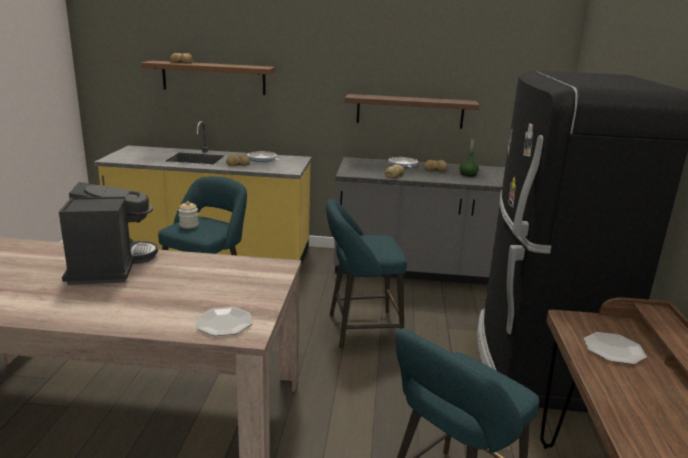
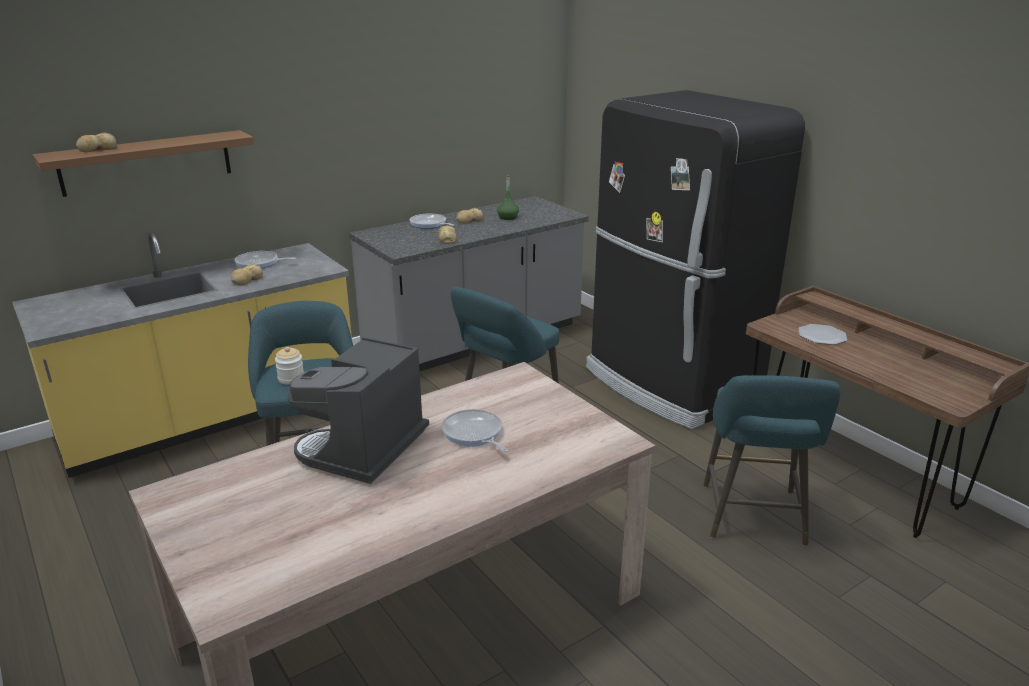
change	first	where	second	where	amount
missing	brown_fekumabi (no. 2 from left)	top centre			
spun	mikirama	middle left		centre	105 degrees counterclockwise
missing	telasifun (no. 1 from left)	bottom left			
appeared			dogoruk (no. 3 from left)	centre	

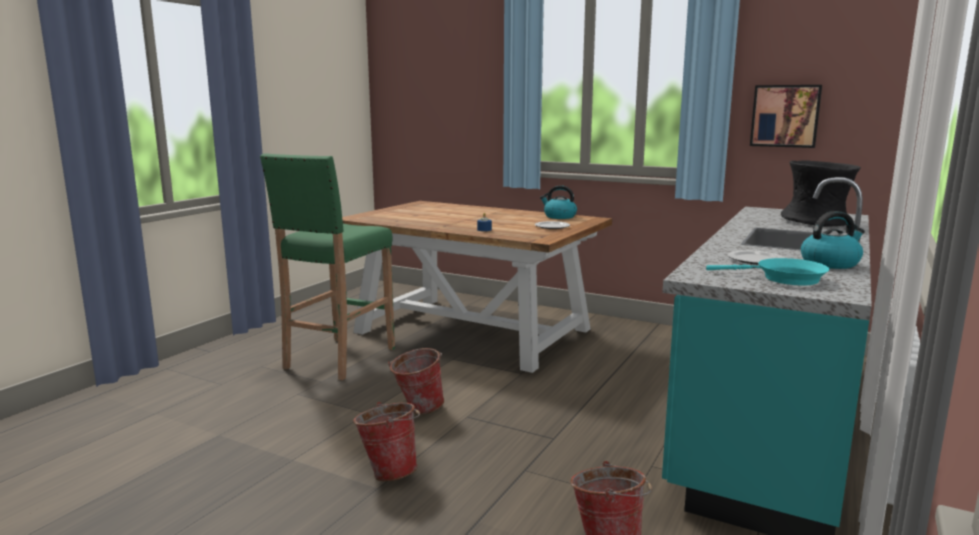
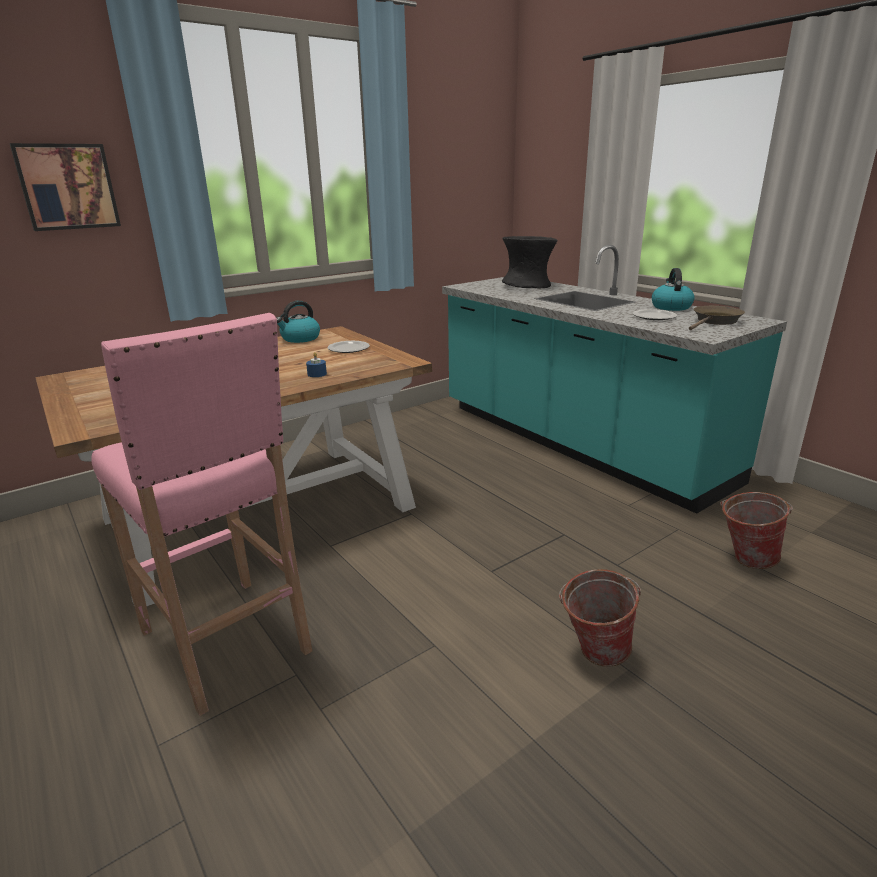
change	first	where	second	where	amount
relocated	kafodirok	top right		top left	
colour	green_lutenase	centre	pink_lutenase	middle left	
colour	turquoise_dogoruk	middle right	brown_dogoruk	middle right	
missing	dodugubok (no. 2 from left)	bottom centre			

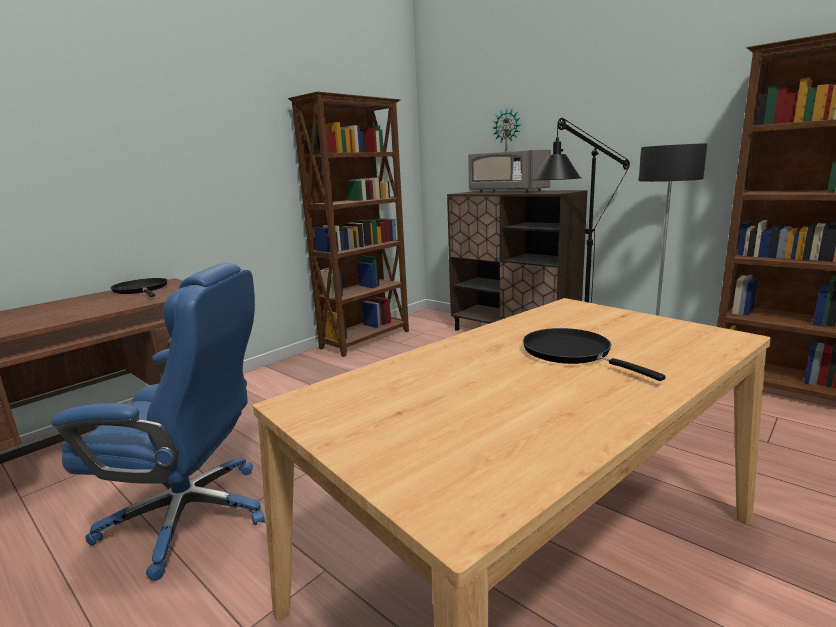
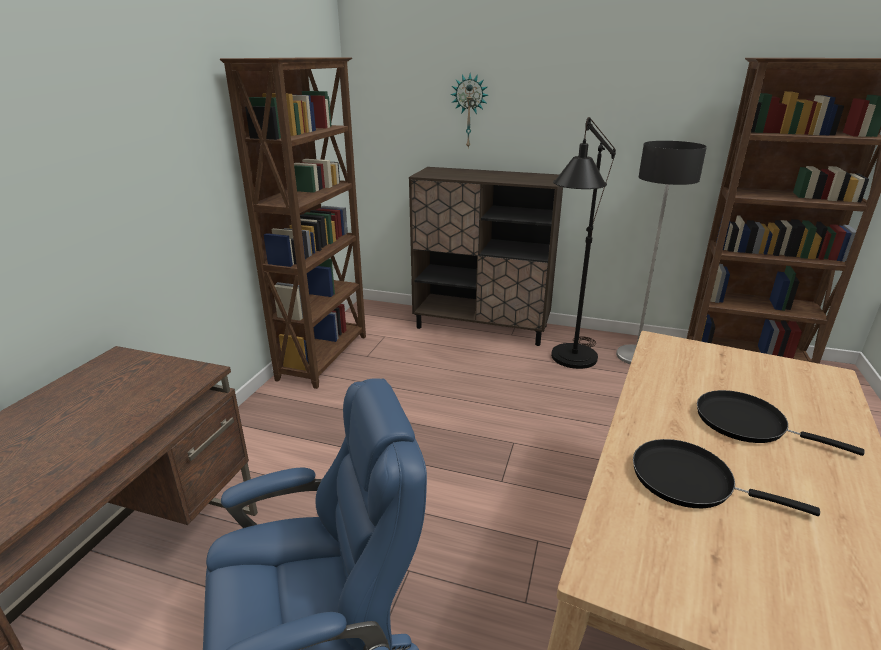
change	first	where	second	where	amount
missing	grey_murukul	top centre			
relocated	black_dogoruk (no. 1 from left)	middle left		bottom right	

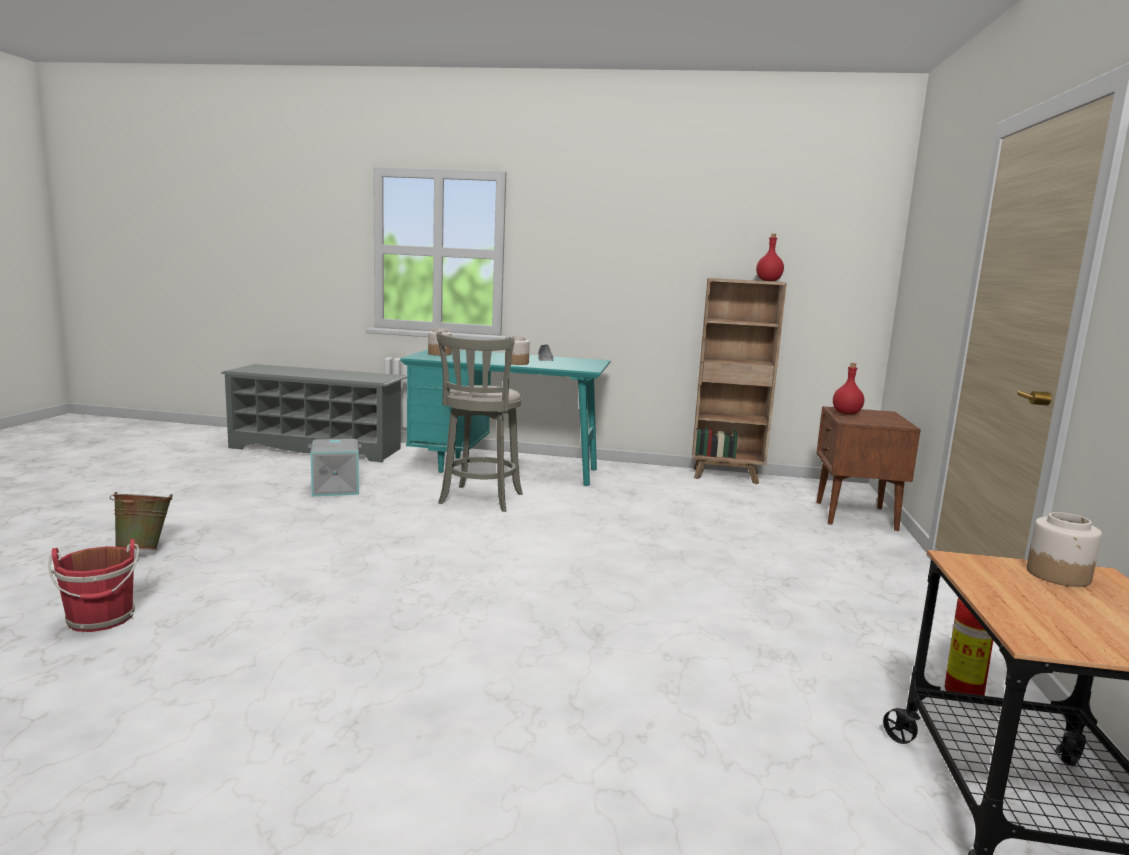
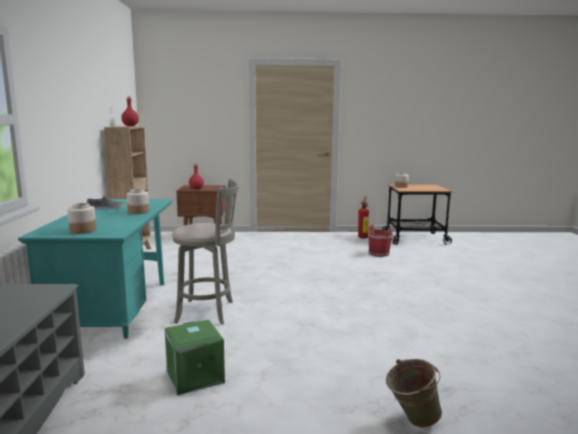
change	first	where	second	where	amount
colour	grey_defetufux	middle left	green_defetufux	bottom centre	
relocated	red_dodugubok	bottom left		centre	

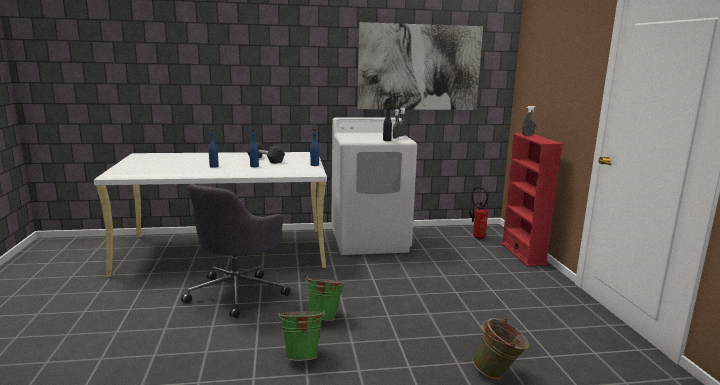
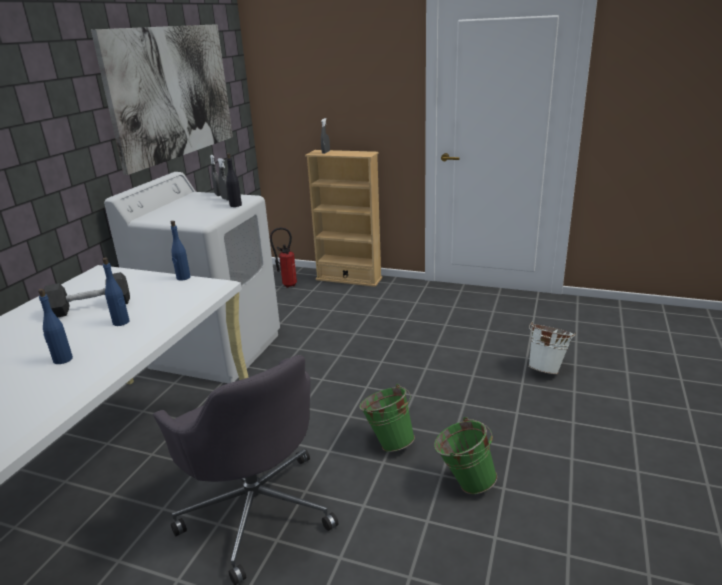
change	first	where	second	where	amount
colour	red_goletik	middle right	beige_goletik	centre	
colour	green_dodugubok (no. 3 from left)	bottom right	white_dodugubok	middle right	

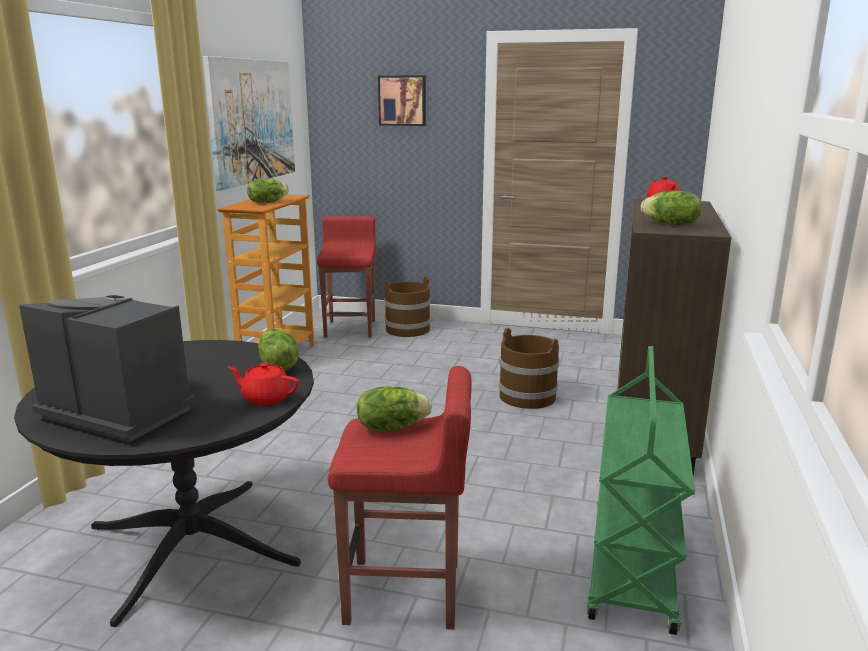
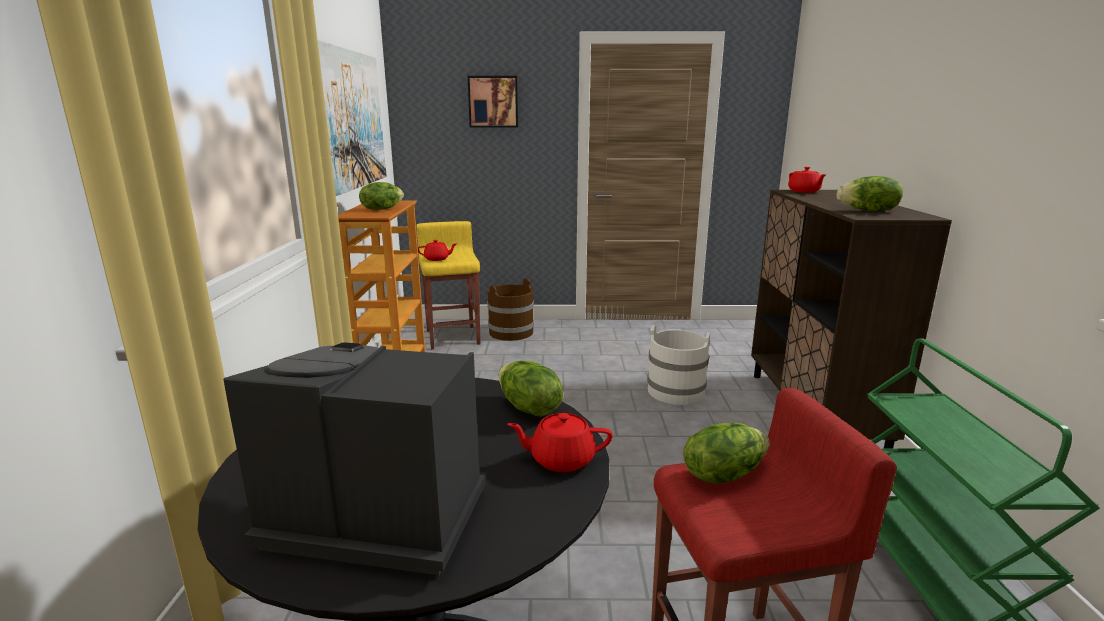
change	first	where	second	where	amount
colour	red_lutenase (no. 1 from left)	centre	yellow_lutenase	centre	
colour	brown_dodugubok (no. 2 from left)	centre	white_dodugubok	centre	
appeared			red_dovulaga (no. 1 from left)	centre	

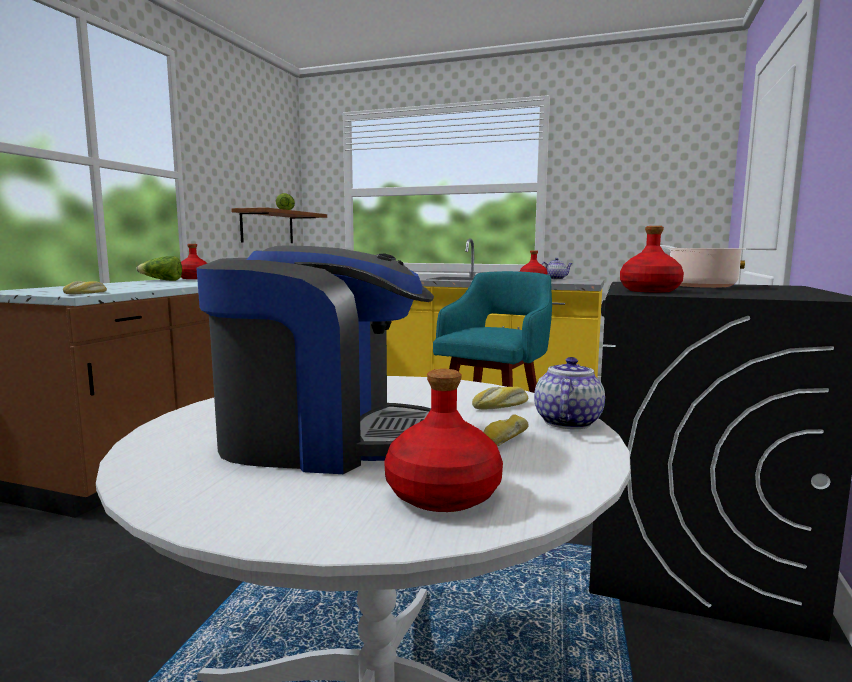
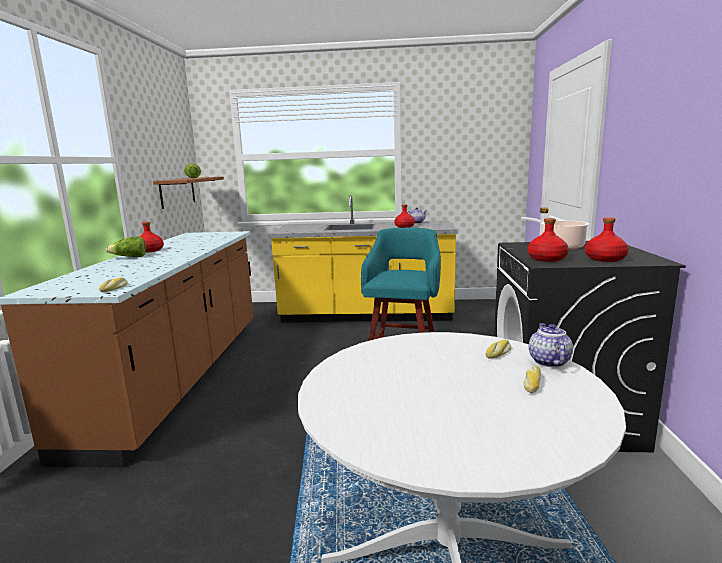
change	first	where	second	where	amount
missing	mikirama	centre			
relocated	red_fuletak (no. 2 from left in the first image)	centre	red_fuletak (no. 4 from left)	middle right	

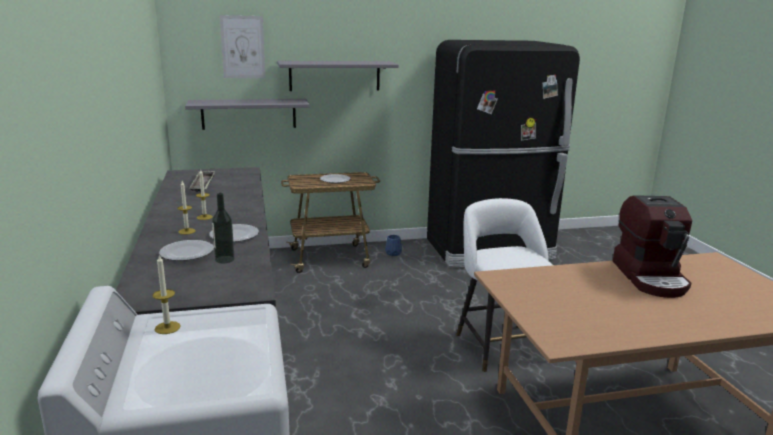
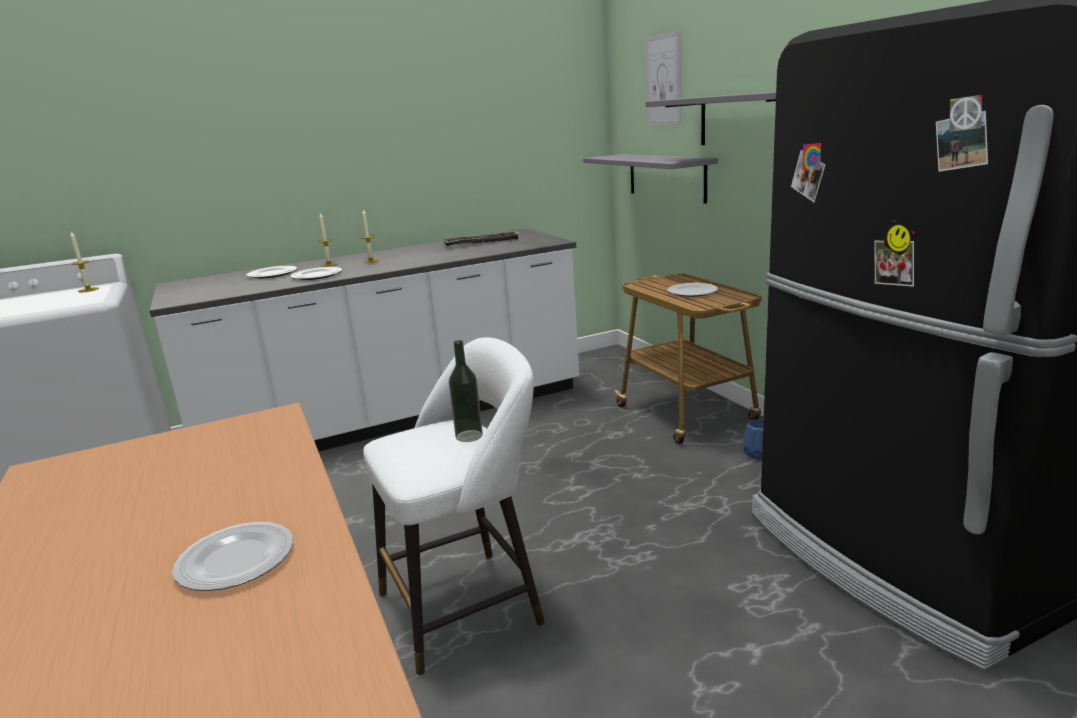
change	first	where	second	where	amount
relocated	fuletak	middle left		centre	
exchanged	mikirama	middle right	telasifun (no. 1 from left)	bottom left	

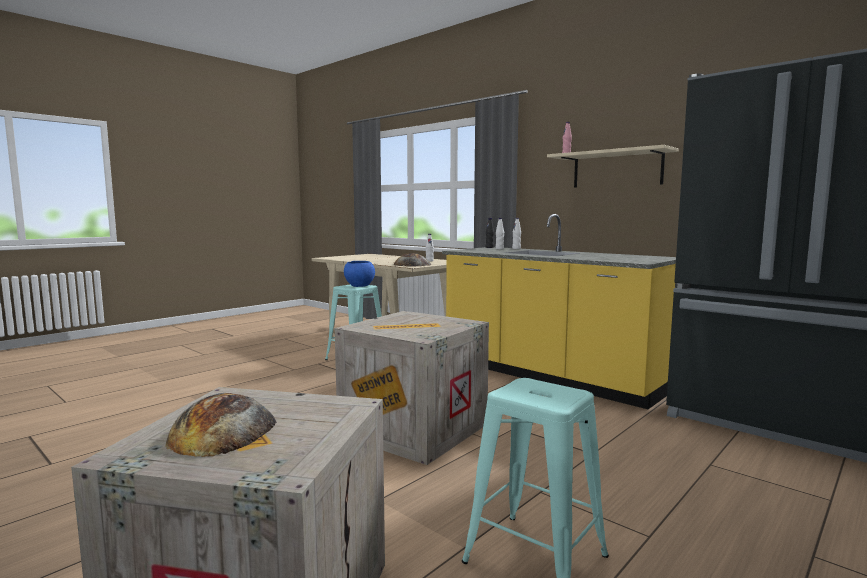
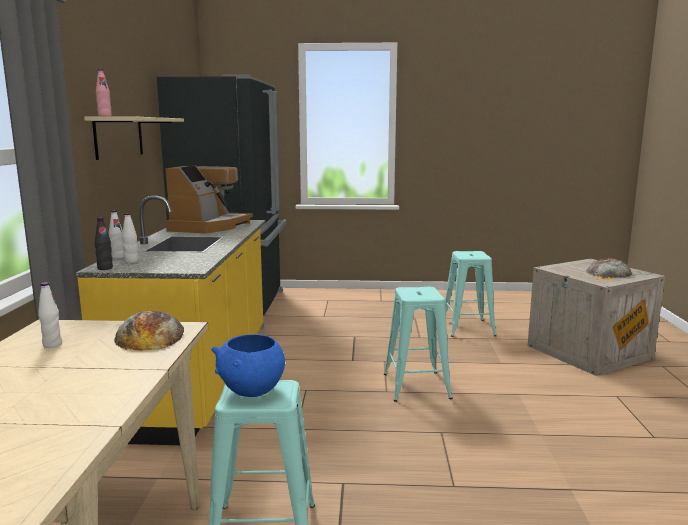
change	first	where	second	where	amount
exchanged	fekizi (no. 2 from left)	bottom centre	turquoise_lutenase (no. 2 from left)	centre	
appeared			mikirama	middle left	

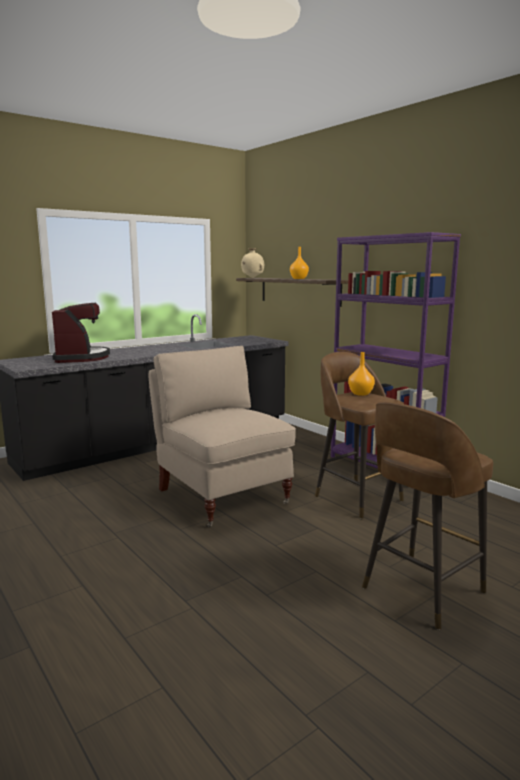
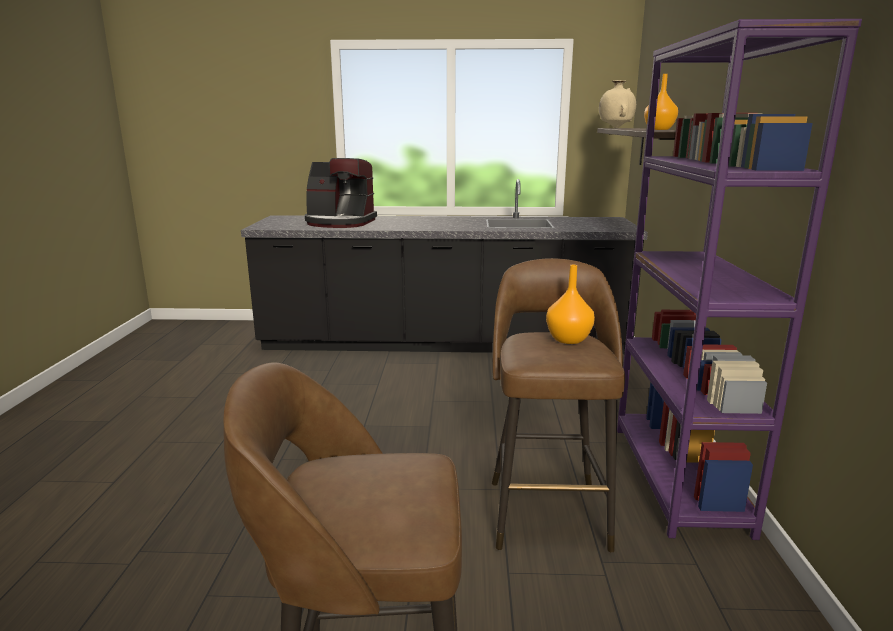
change	first	where	second	where	amount
spun	mikirama	middle left		top centre	75 degrees clockwise
missing	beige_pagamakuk	centre			

